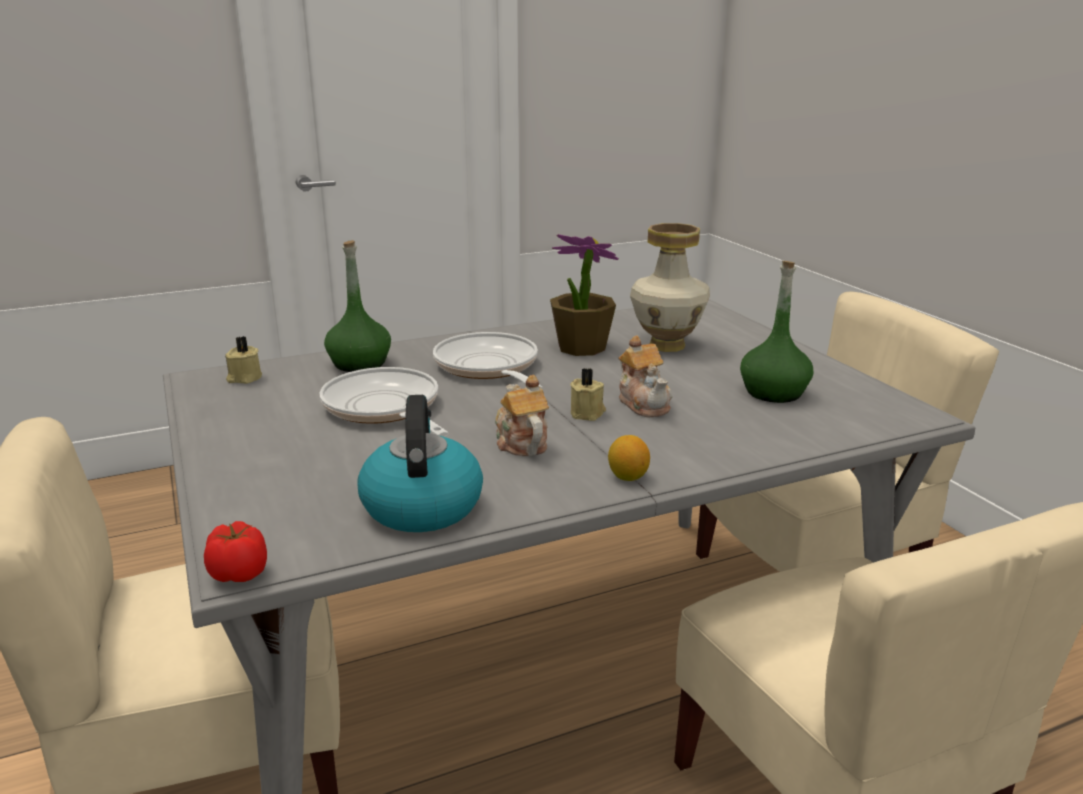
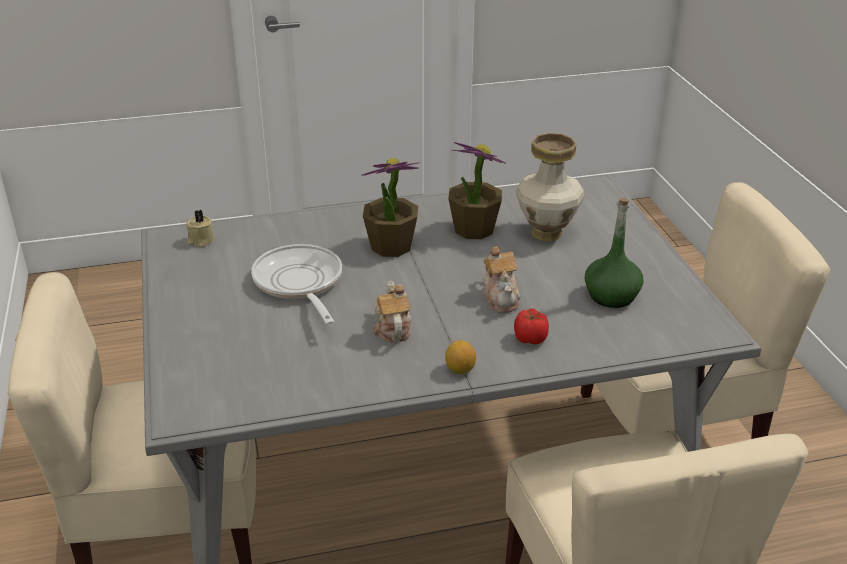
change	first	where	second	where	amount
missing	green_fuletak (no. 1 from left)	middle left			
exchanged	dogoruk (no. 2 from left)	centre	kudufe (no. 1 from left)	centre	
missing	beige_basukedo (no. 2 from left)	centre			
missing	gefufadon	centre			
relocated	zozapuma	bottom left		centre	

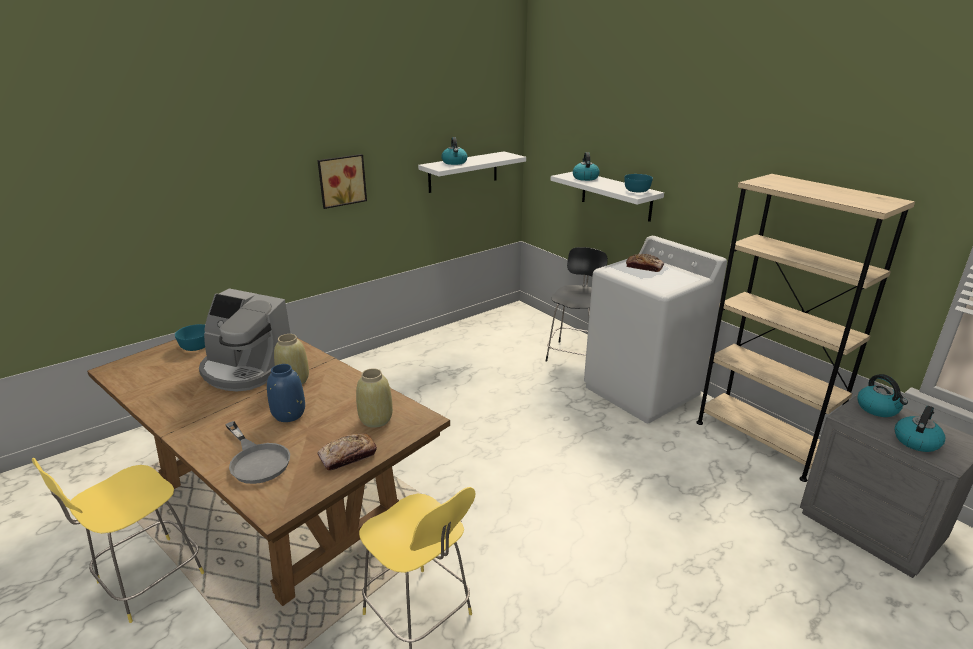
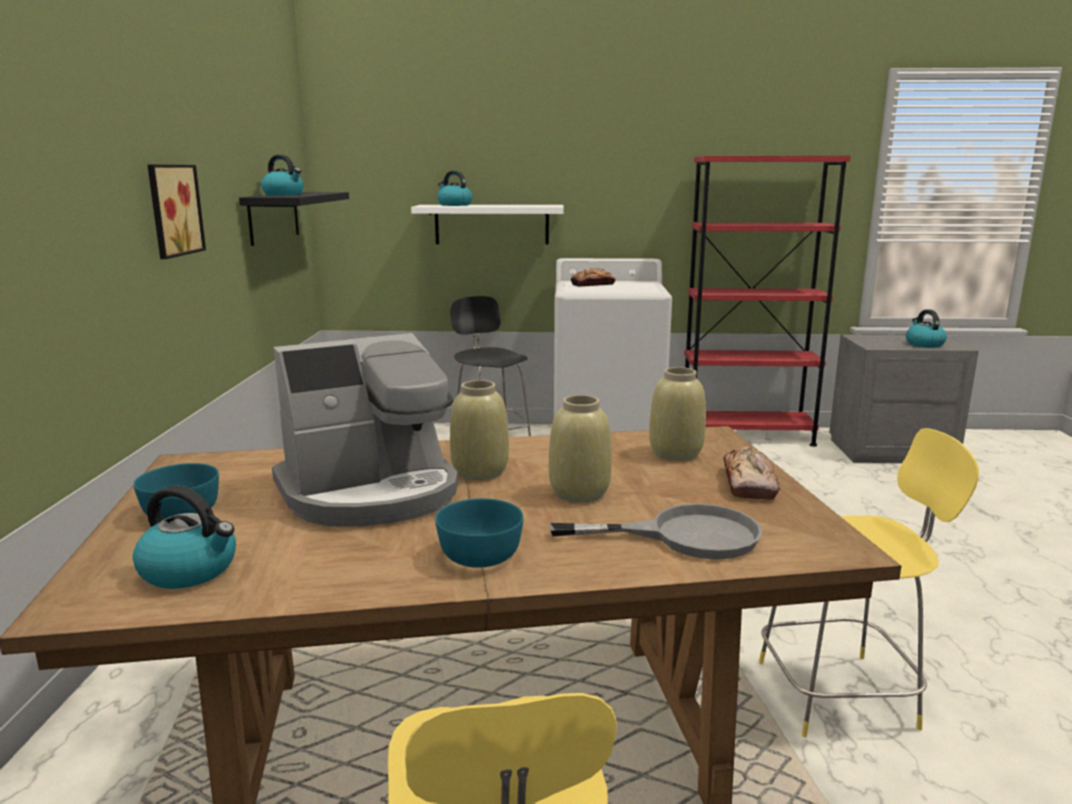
change	first	where	second	where	amount
colour	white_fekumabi (no. 1 from left)	top centre	black_fekumabi	top left	
relocated	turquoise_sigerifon (no. 2 from left)	top centre		centre	
colour	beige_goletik	middle right	red_goletik	middle right	
colour	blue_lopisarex	middle left	beige_lopisarex (no. 2 from left)	centre	
relocated	gefufadon (no. 3 from left in the first image)	middle right	gefufadon (no. 1 from left)	bottom left	

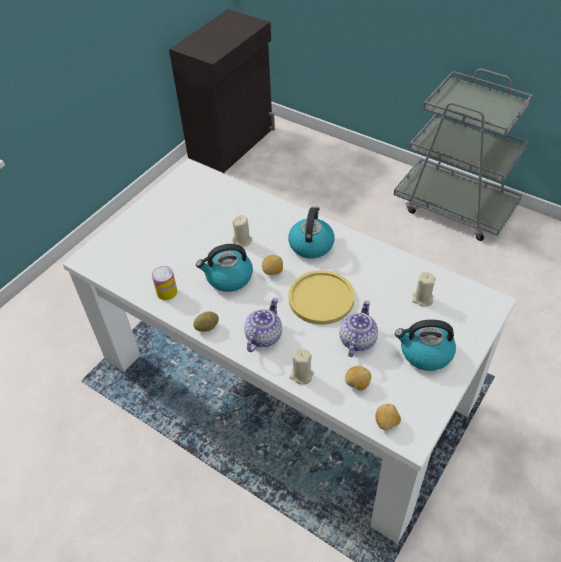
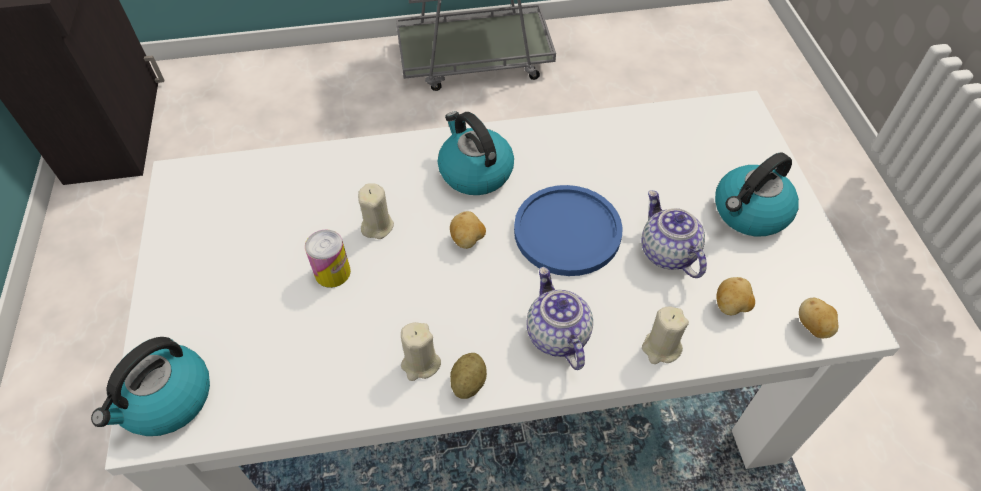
change	first	where	second	where	amount
relocated	gefufadon (no. 1 from left)	centre		bottom left	
relocated	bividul	middle left		centre	
colour	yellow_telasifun	centre	blue_telasifun	centre	
relocated	beige_basukedo (no. 3 from left in the first image)	middle right	beige_basukedo (no. 2 from left)	bottom centre	

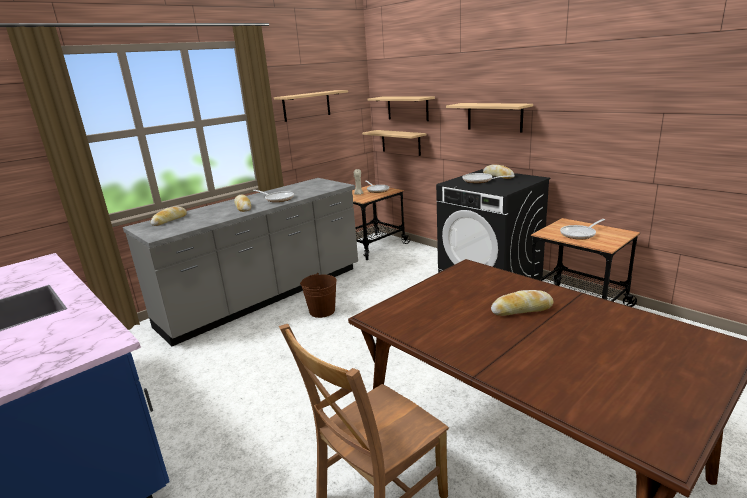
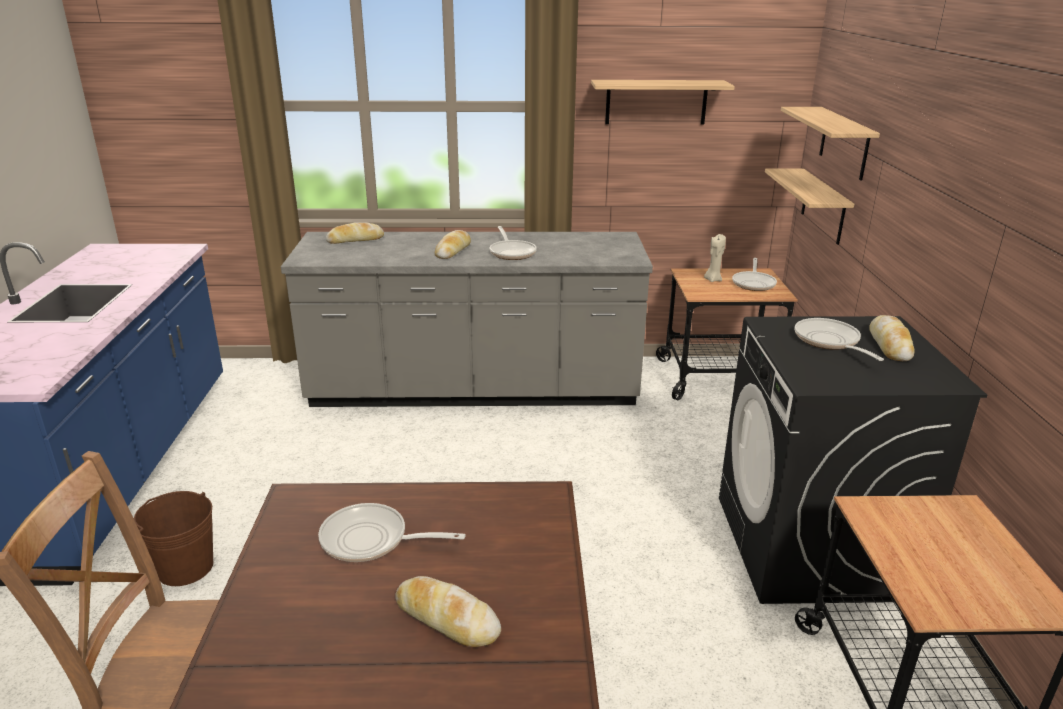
change	first	where	second	where	amount
missing	fekumabi (no. 4 from left)	top centre			
relocated	dogoruk (no. 4 from left in the first image)	middle right	dogoruk (no. 1 from left)	bottom centre	
relocated	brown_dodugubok	centre		bottom left	

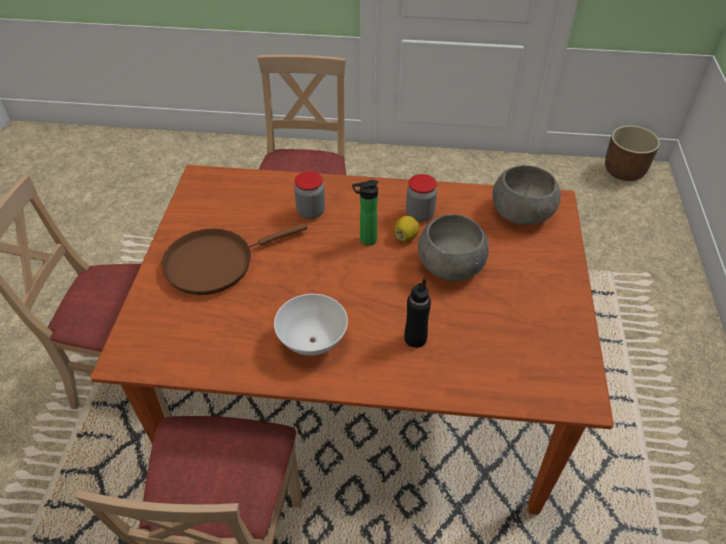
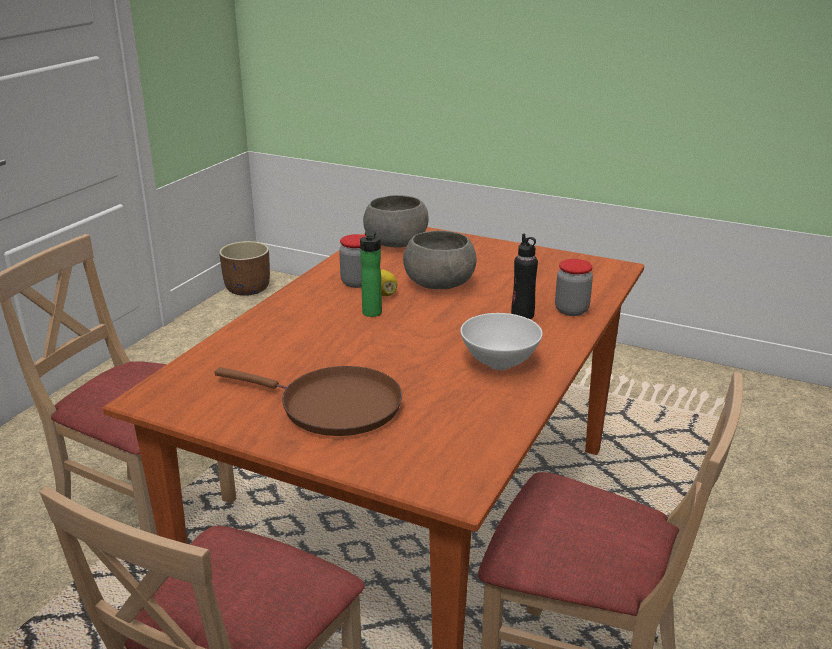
change	first	where	second	where	amount
relocated	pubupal (no. 1 from left in the first image)	centre	pubupal (no. 2 from left)	middle right	
spun	brown_dogoruk	middle left		centre	60 degrees counterclockwise

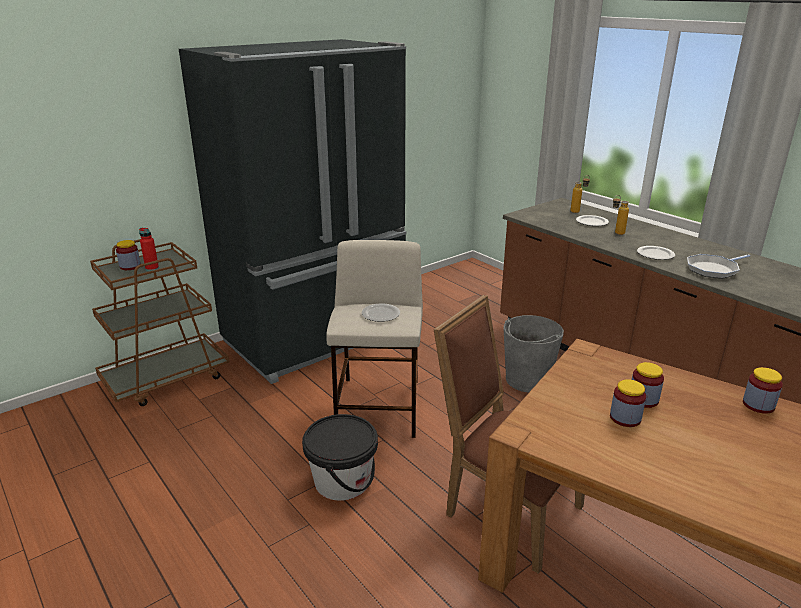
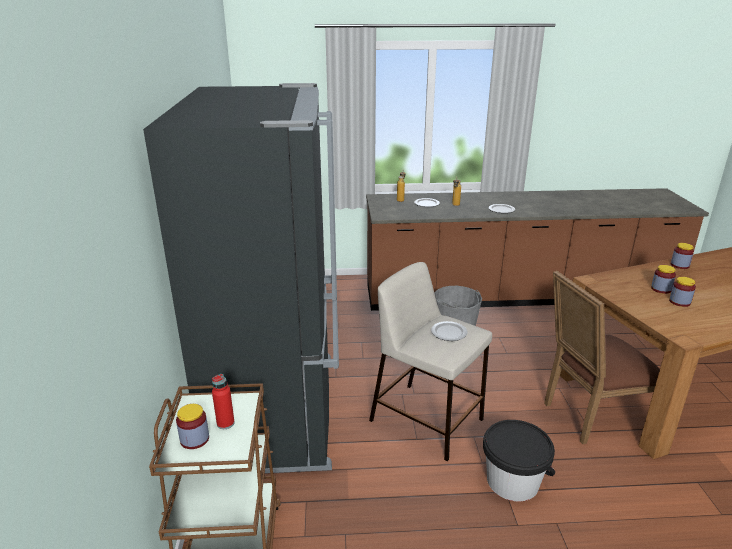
change	first	where	second	where	amount
missing	dogoruk	middle right			

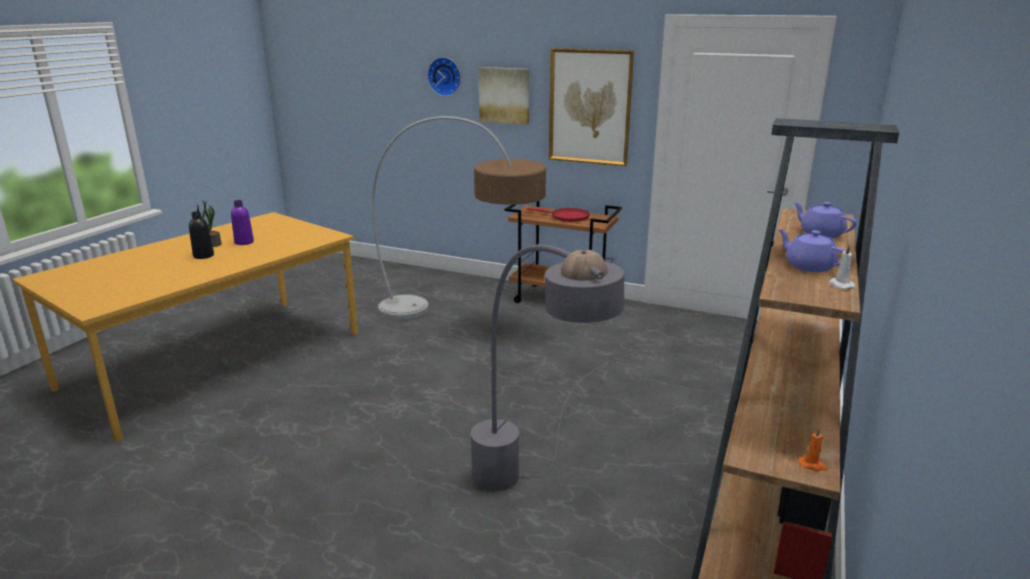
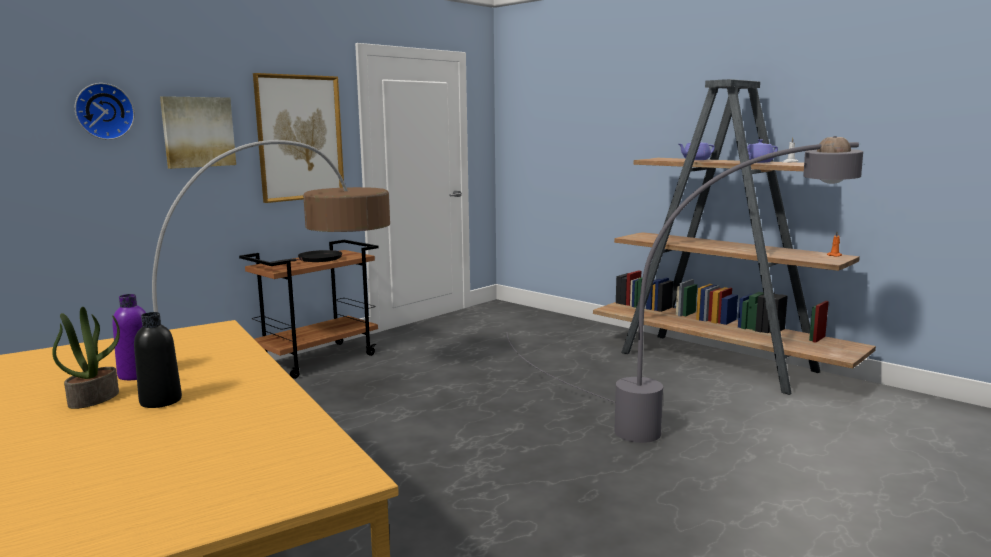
change	first	where	second	where	amount
colour	red_dogoruk	centre	black_dogoruk	middle left	

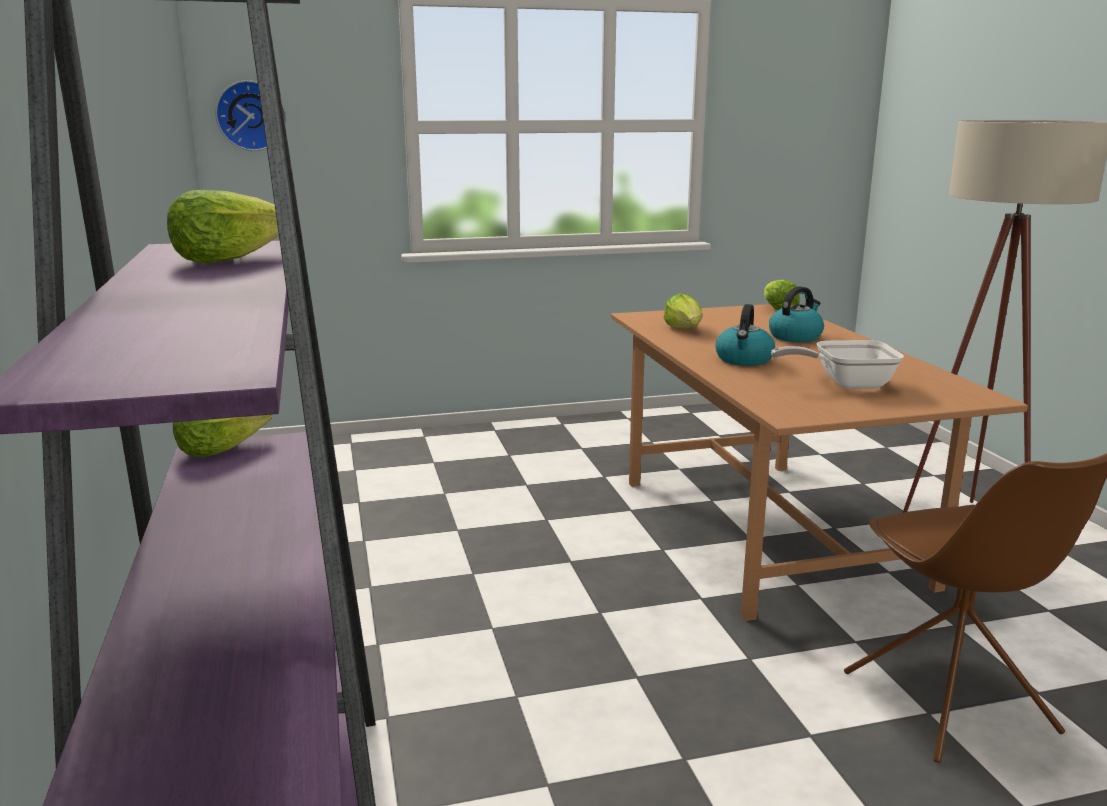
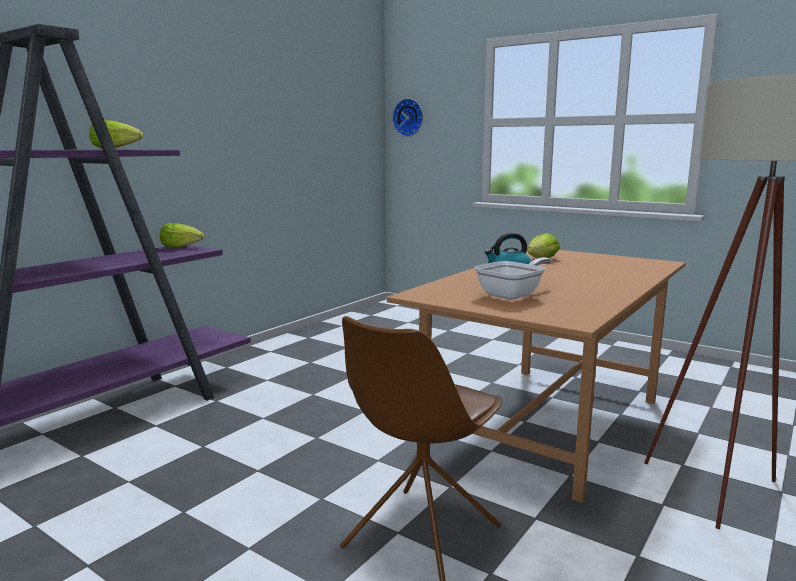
change	first	where	second	where	amount
missing	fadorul (no. 4 from left)	middle right			
missing	gefufadon (no. 2 from left)	middle right			
spun	dogoruk	middle right		centre	90 degrees clockwise

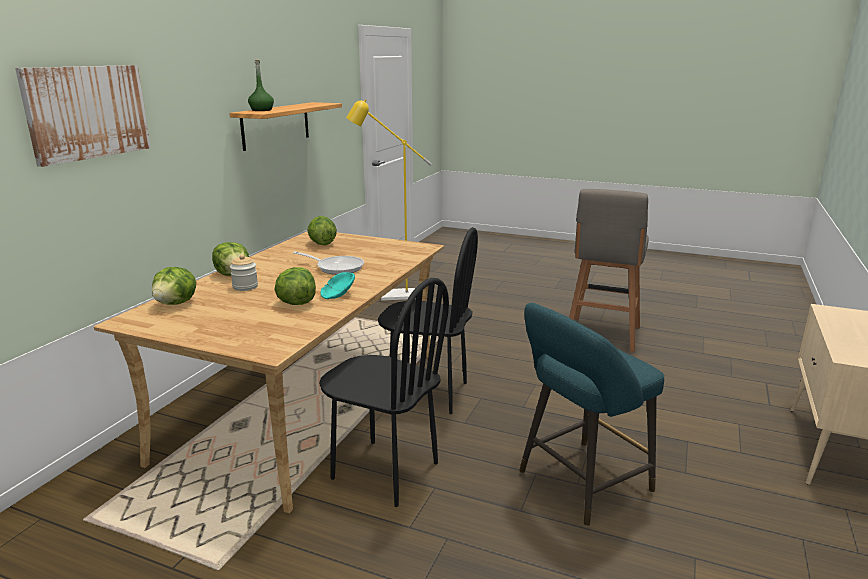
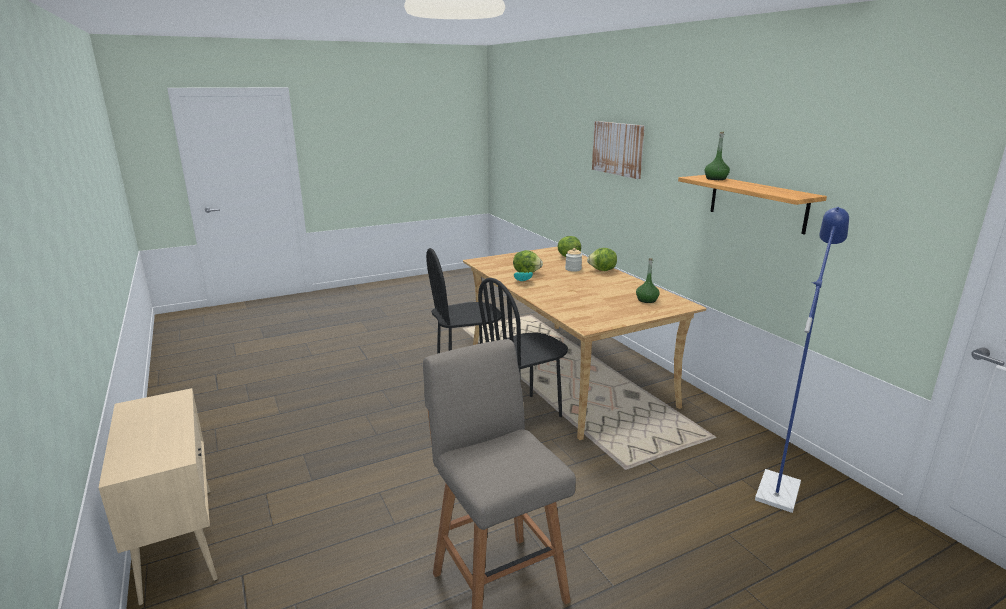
change	first	where	second	where	amount
colour	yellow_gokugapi	centre	blue_gokugapi	middle right	
exchanged	fadorul (no. 4 from left)	centre	green_fuletak (no. 1 from left)	centre	
missing	dogoruk	centre			
missing	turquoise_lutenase	bottom right			

